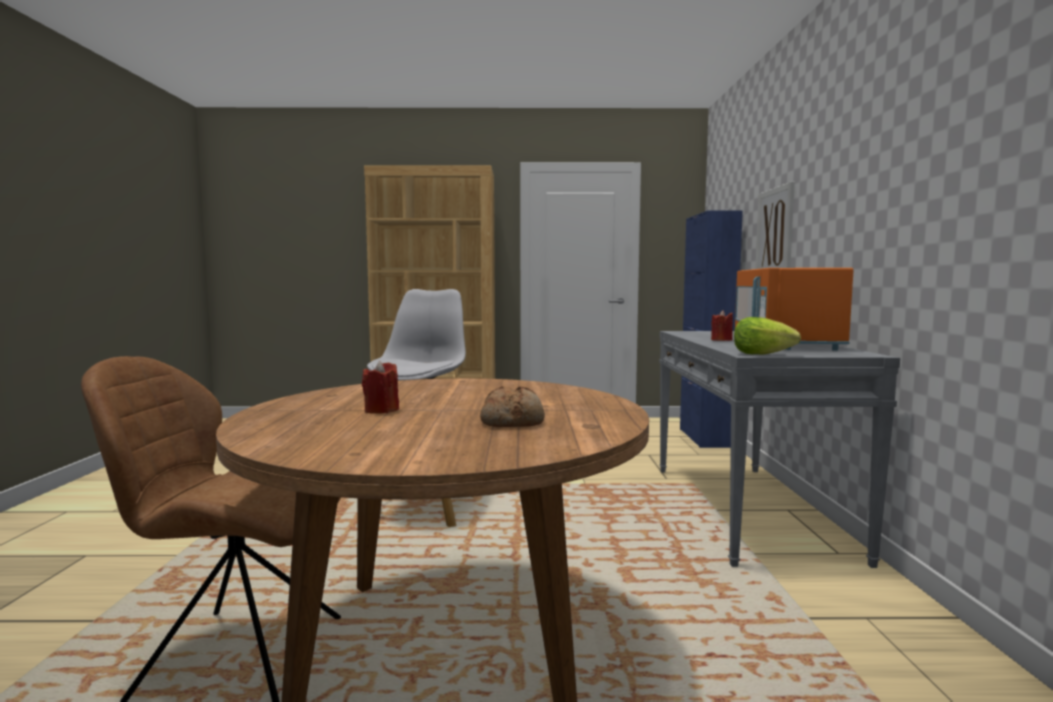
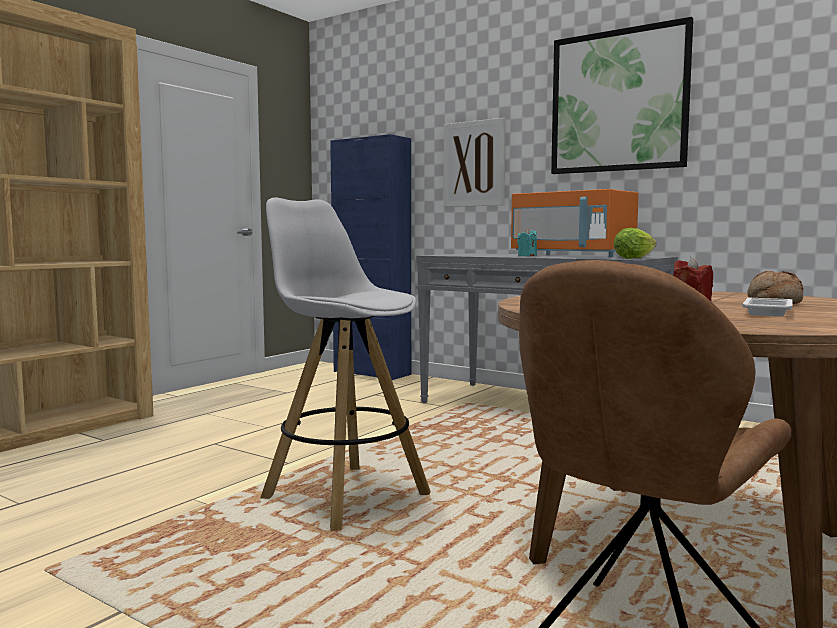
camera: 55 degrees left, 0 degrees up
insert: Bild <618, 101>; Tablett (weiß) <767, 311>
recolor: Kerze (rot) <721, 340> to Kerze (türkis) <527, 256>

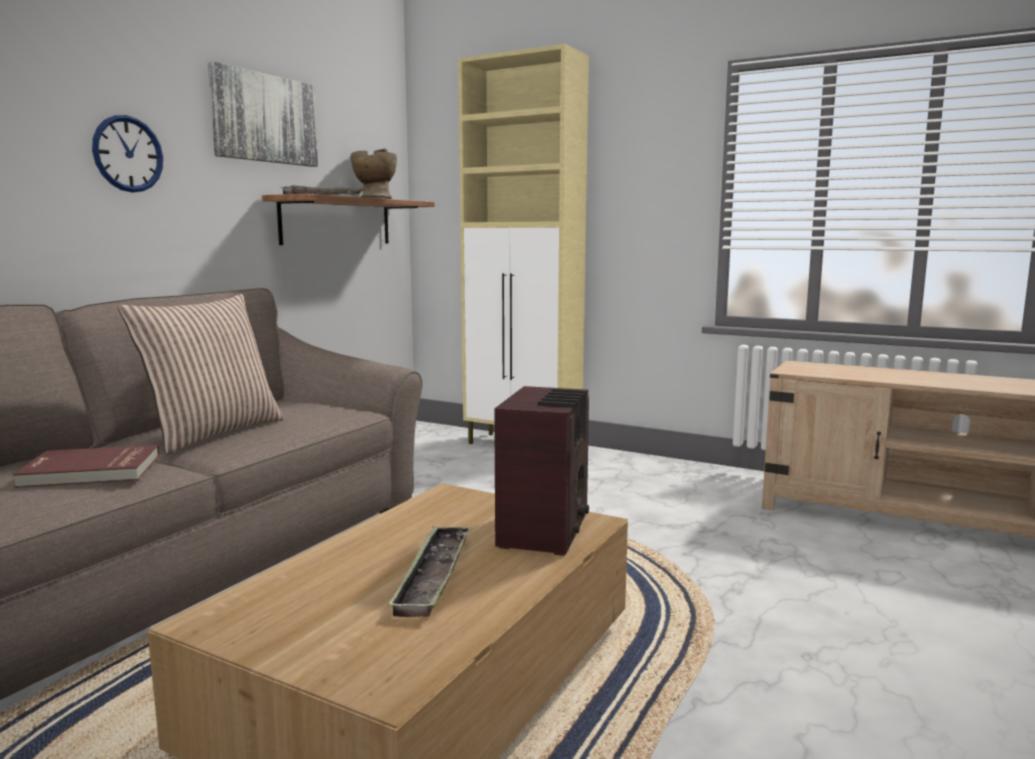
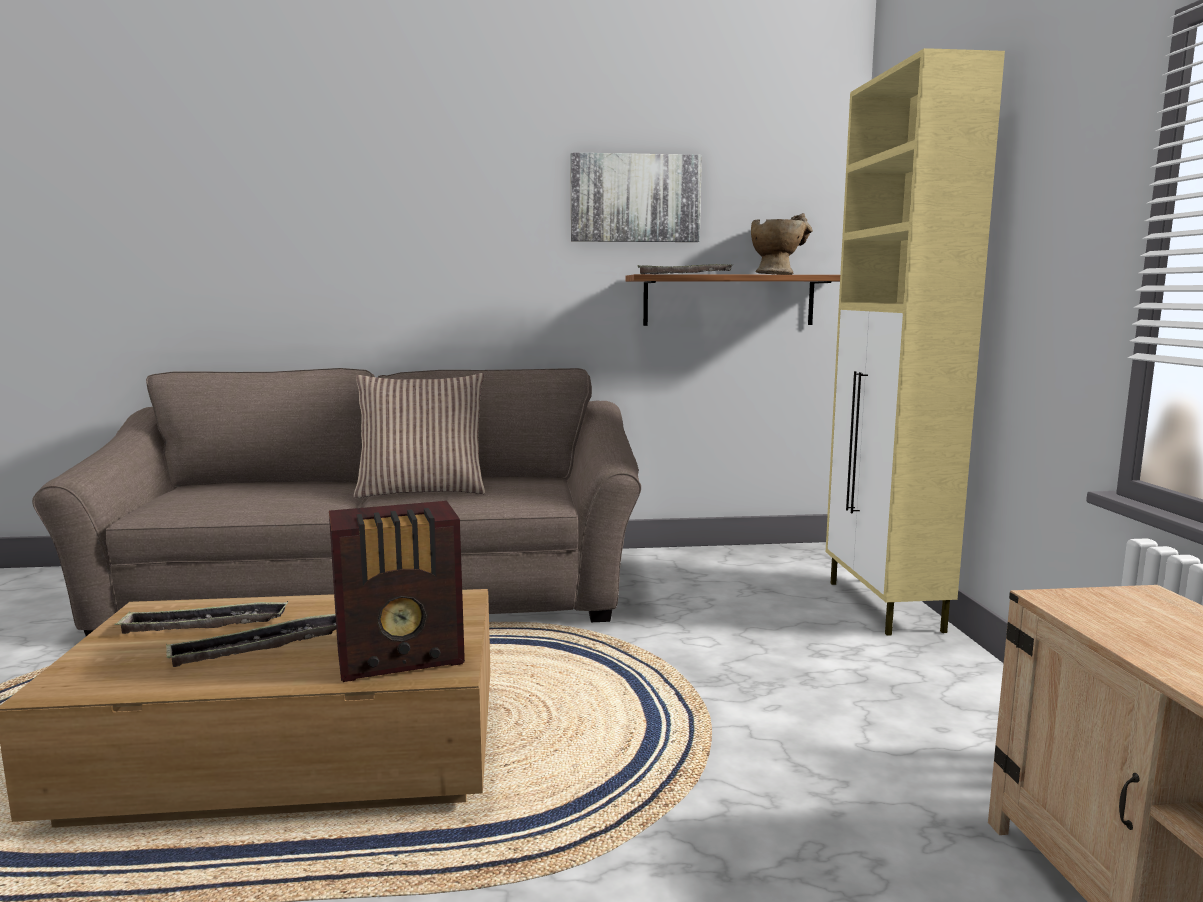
camera: 55 degrees right, 0 degrees up
delete: Wanduhr <128, 154>; Buch (rot) <90, 471>
insert: Tablett <205, 625>

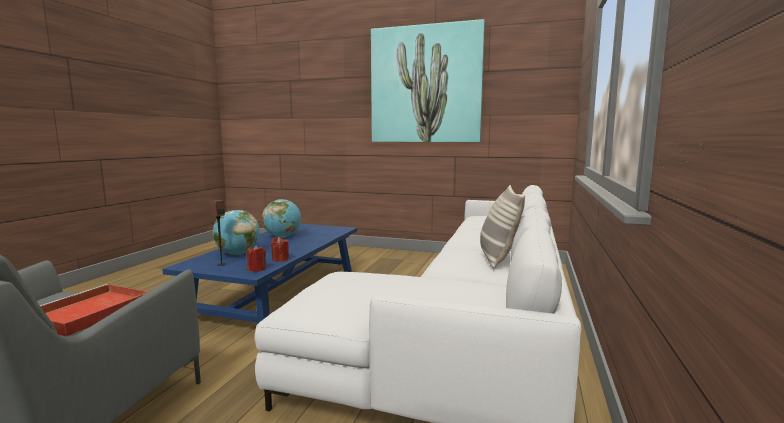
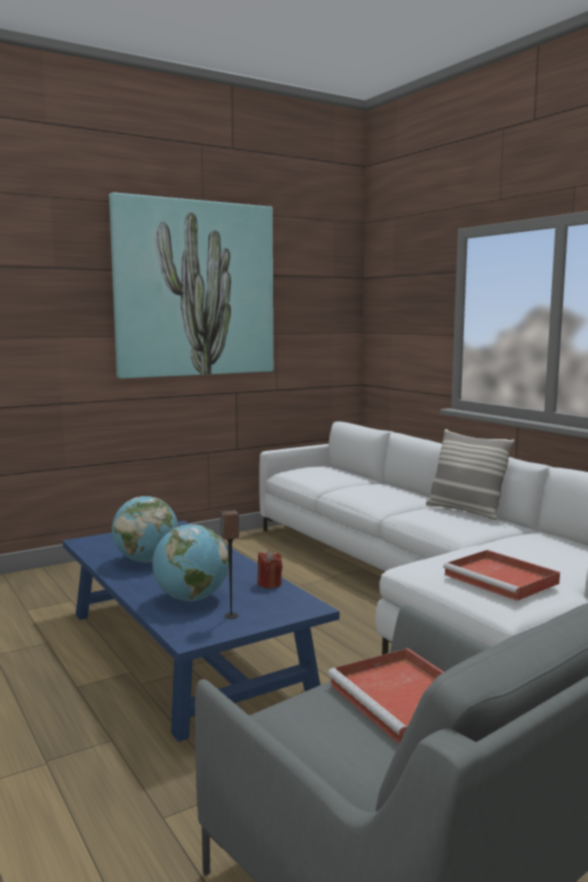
camera: 50 degrees left, 0 degrees up
delete: Kerze (rot) <257, 269>
insert: Tablett (rot) <503, 579>

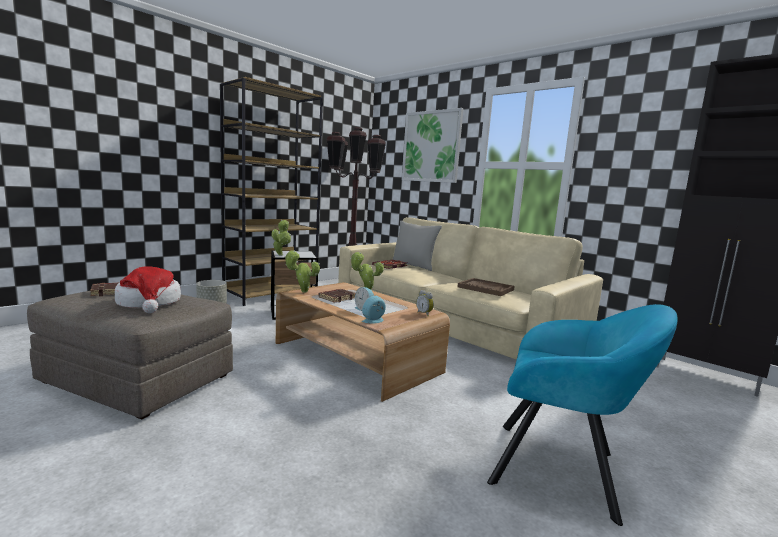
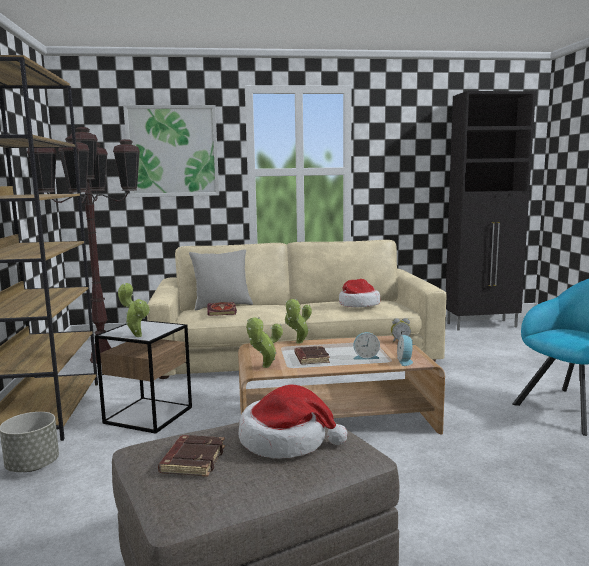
camera: 50 degrees left, 0 degrees up
replace: Tablett (braun) <485, 288> to Hut <358, 304>

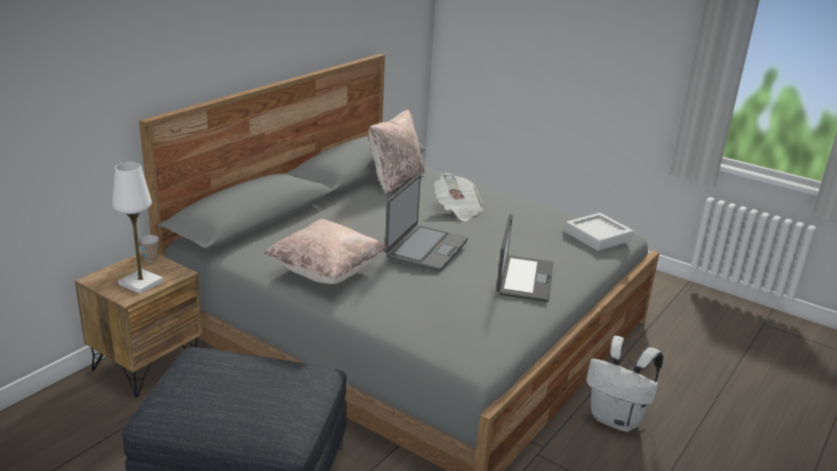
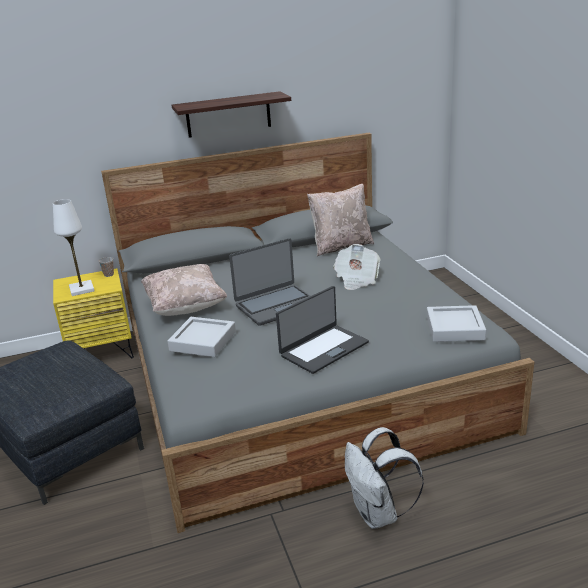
camera: 40 degrees right, 0 degrees up
insert: Wandregal <228, 114>; Tablett (grau) <203, 341>
recolor: Nachttisch (braun) <147, 364> to Nachttisch (gelb) <102, 351>

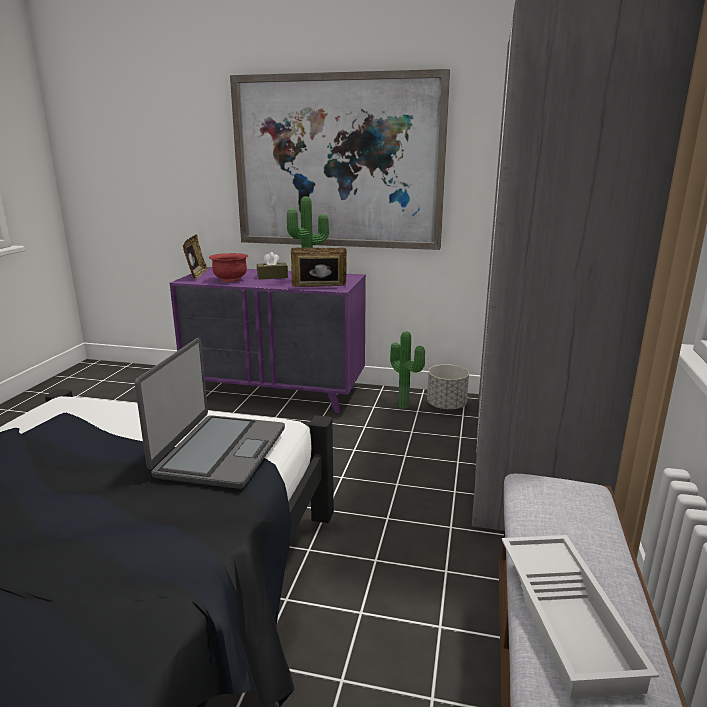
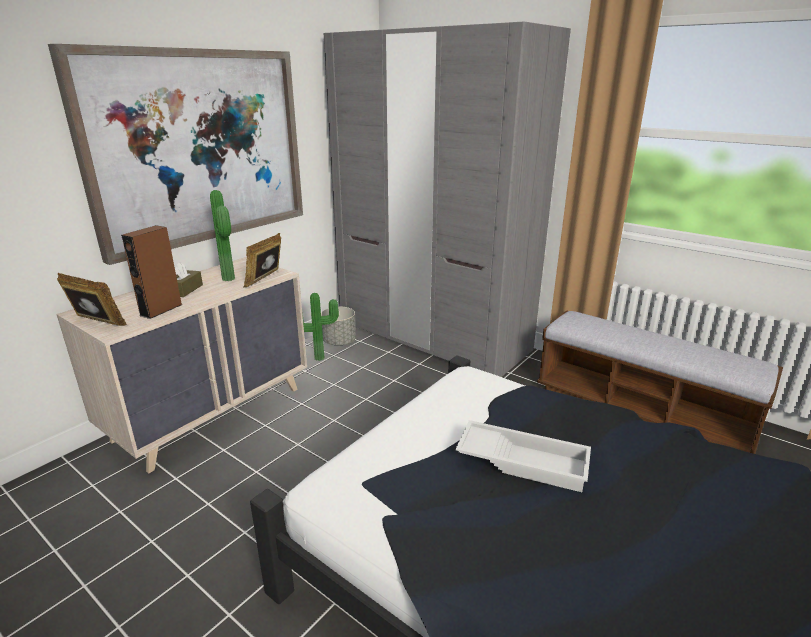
camera: 65 degrees left, 5 degrees up
delete: Laptop <220, 451>
move: Tablett (weiß) <569, 617> to <523, 460>
replace: Schüssel (rot) <230, 280> to Lautsprecher (braun) <161, 310>
recolor: Kommode (lila) <277, 392> to Kommode (beige) <211, 412>

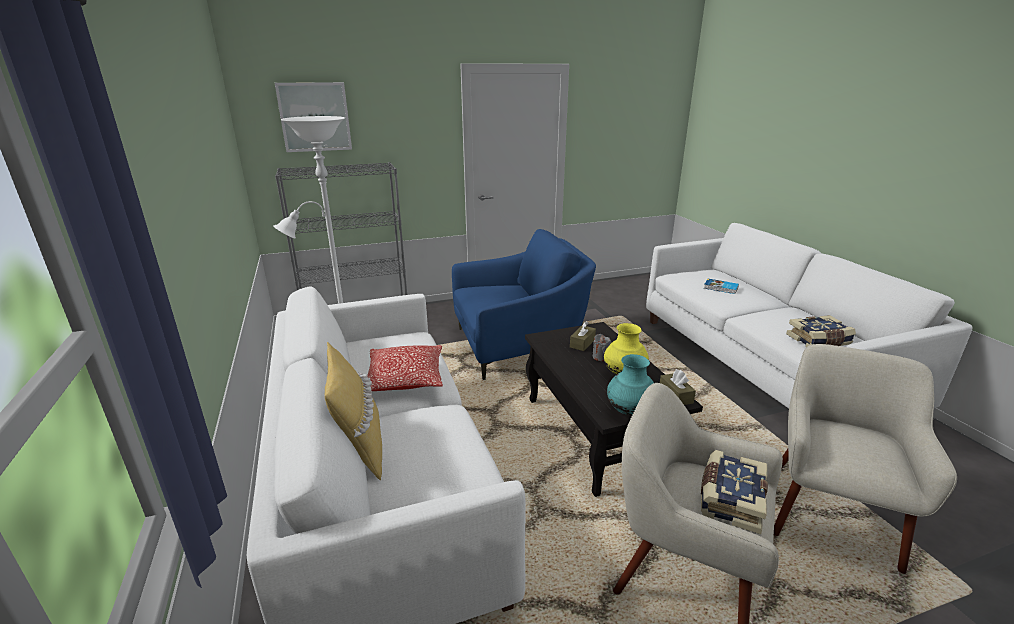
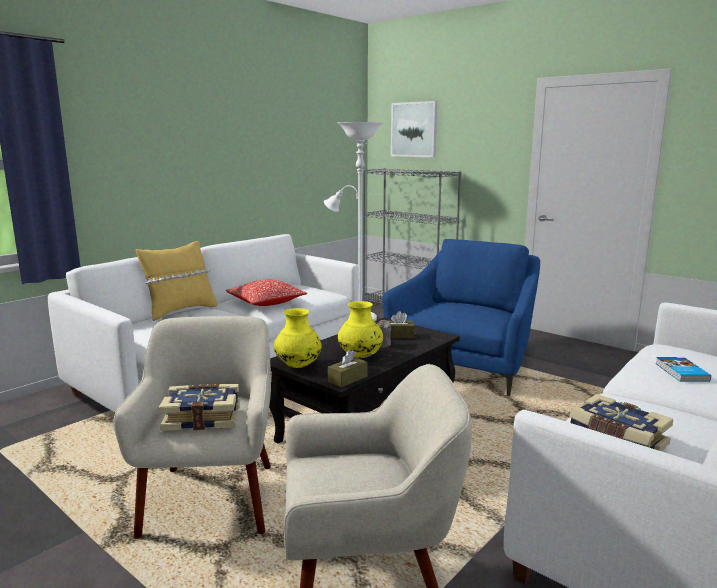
camera: 60 degrees right, 10 degrees down
recolor: Vase (türkis) <629, 411> to Vase (gelb) <298, 366>
rotate: Sessel (blau) <518, 345> = <465, 364> 105 degrees counterclockwise

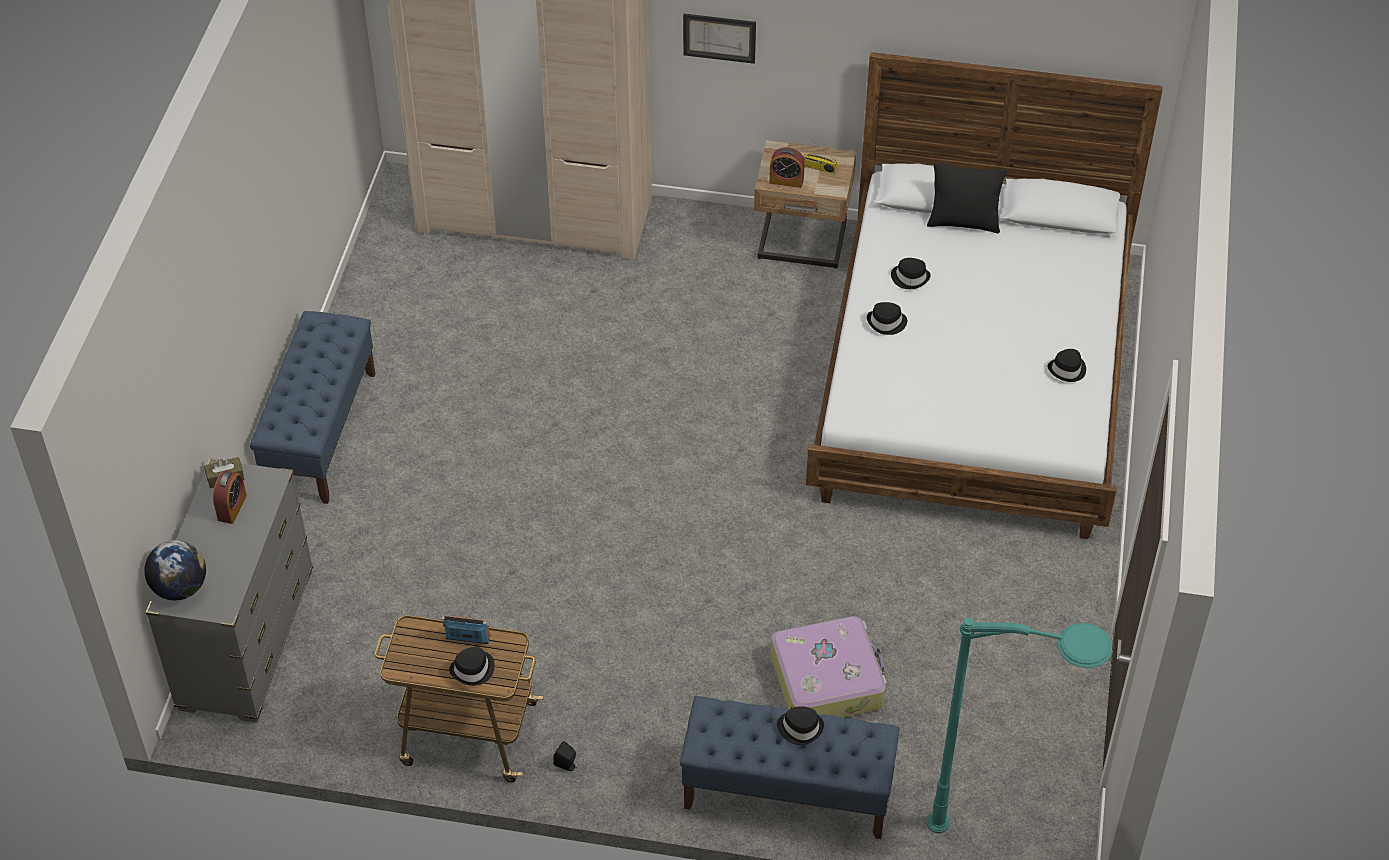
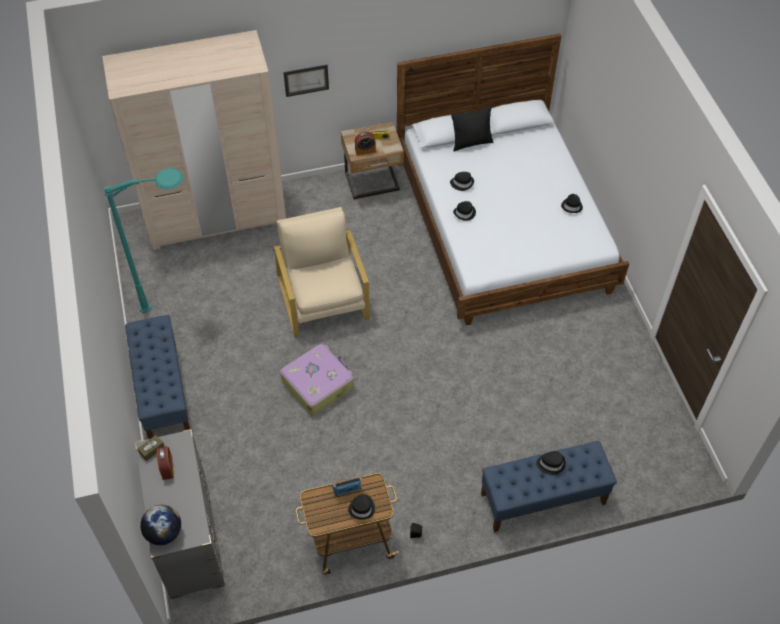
camera: 25 degrees left, 5 degrees up
insert: Sessel (beige) <323, 298>
move: Koffer <827, 680> to <318, 383>; Stehlampe (türkis) <1010, 842> to <184, 304>

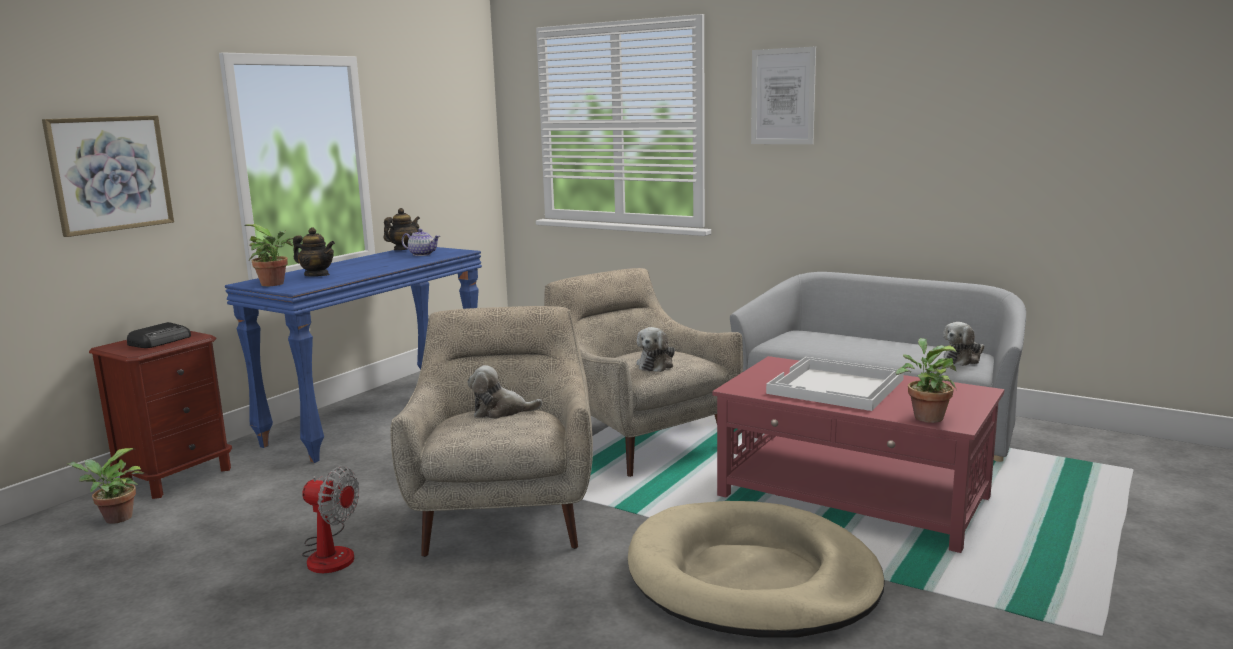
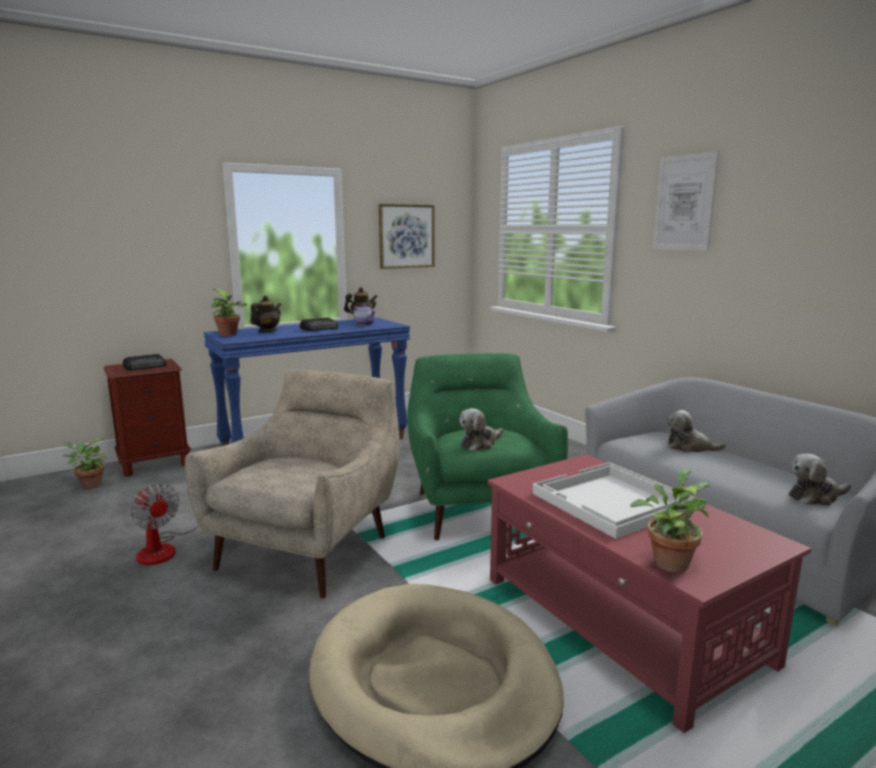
camera: 25 degrees right, 0 degrees up
insert: Radio <320, 328>
move: Bild <110, 174> to <406, 236>; Plüschtier <501, 411> to <689, 447>
recolor: Sessel (beige) <640, 440> to Sessel (grün) <479, 507>
rotate: Teekanne <317, 275> = <267, 331> 105 degrees counterclockwise

